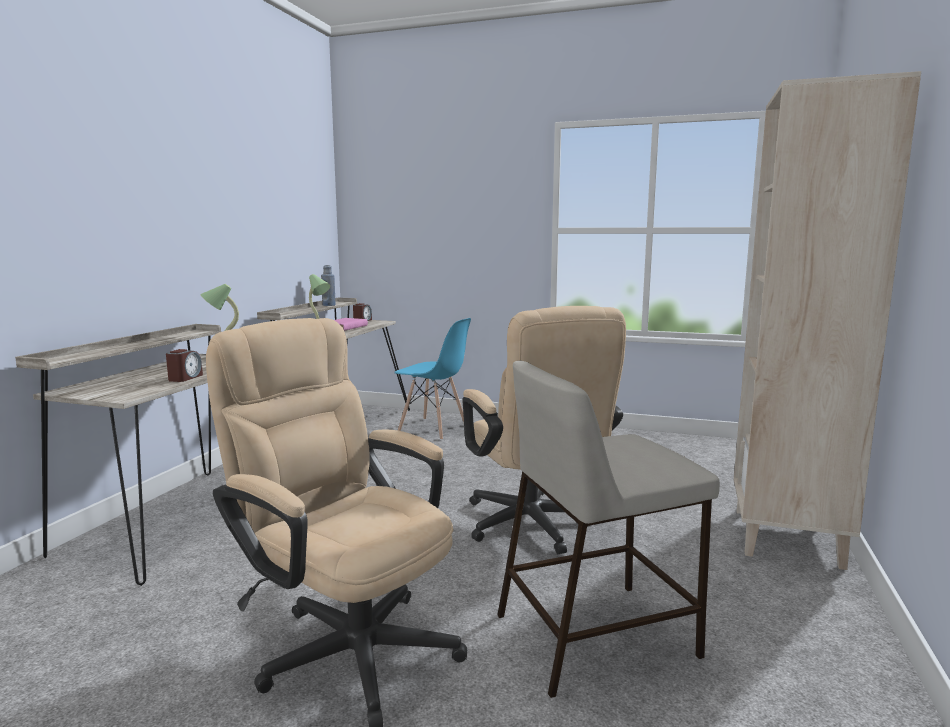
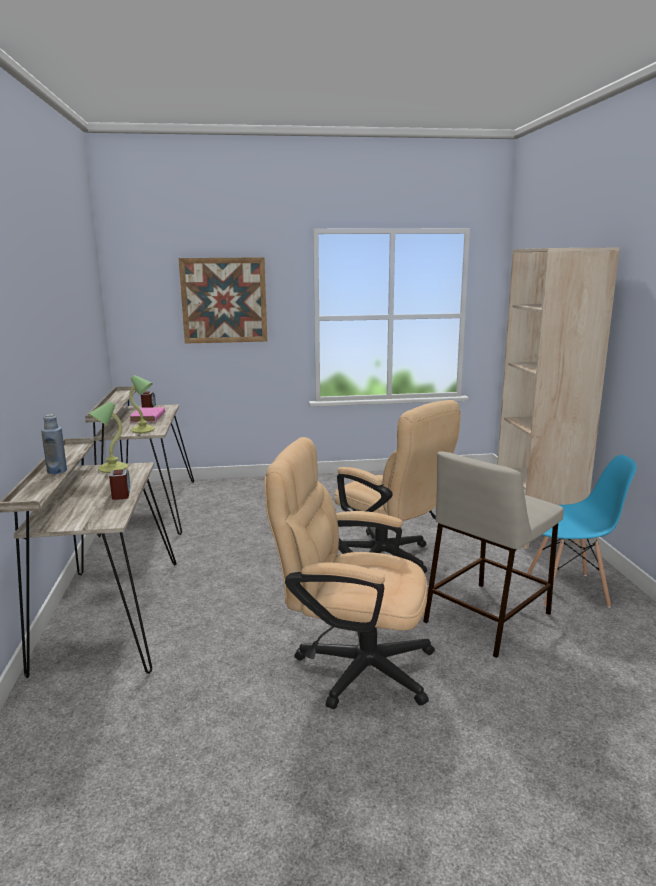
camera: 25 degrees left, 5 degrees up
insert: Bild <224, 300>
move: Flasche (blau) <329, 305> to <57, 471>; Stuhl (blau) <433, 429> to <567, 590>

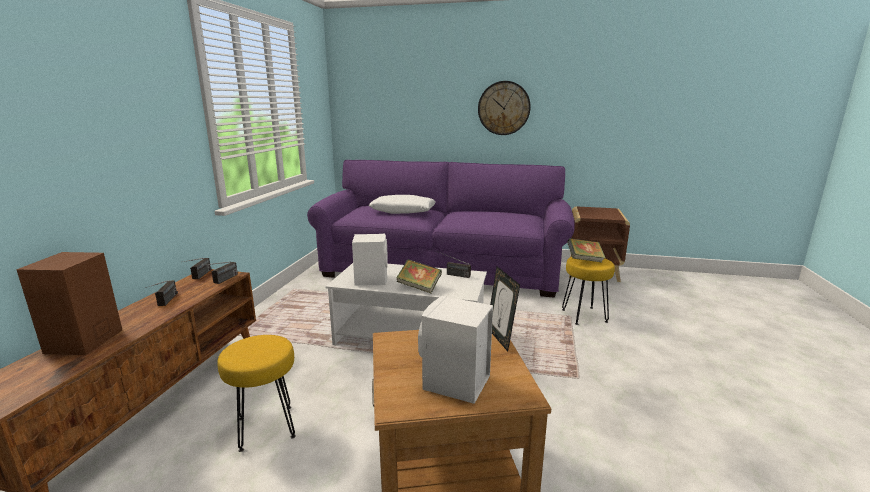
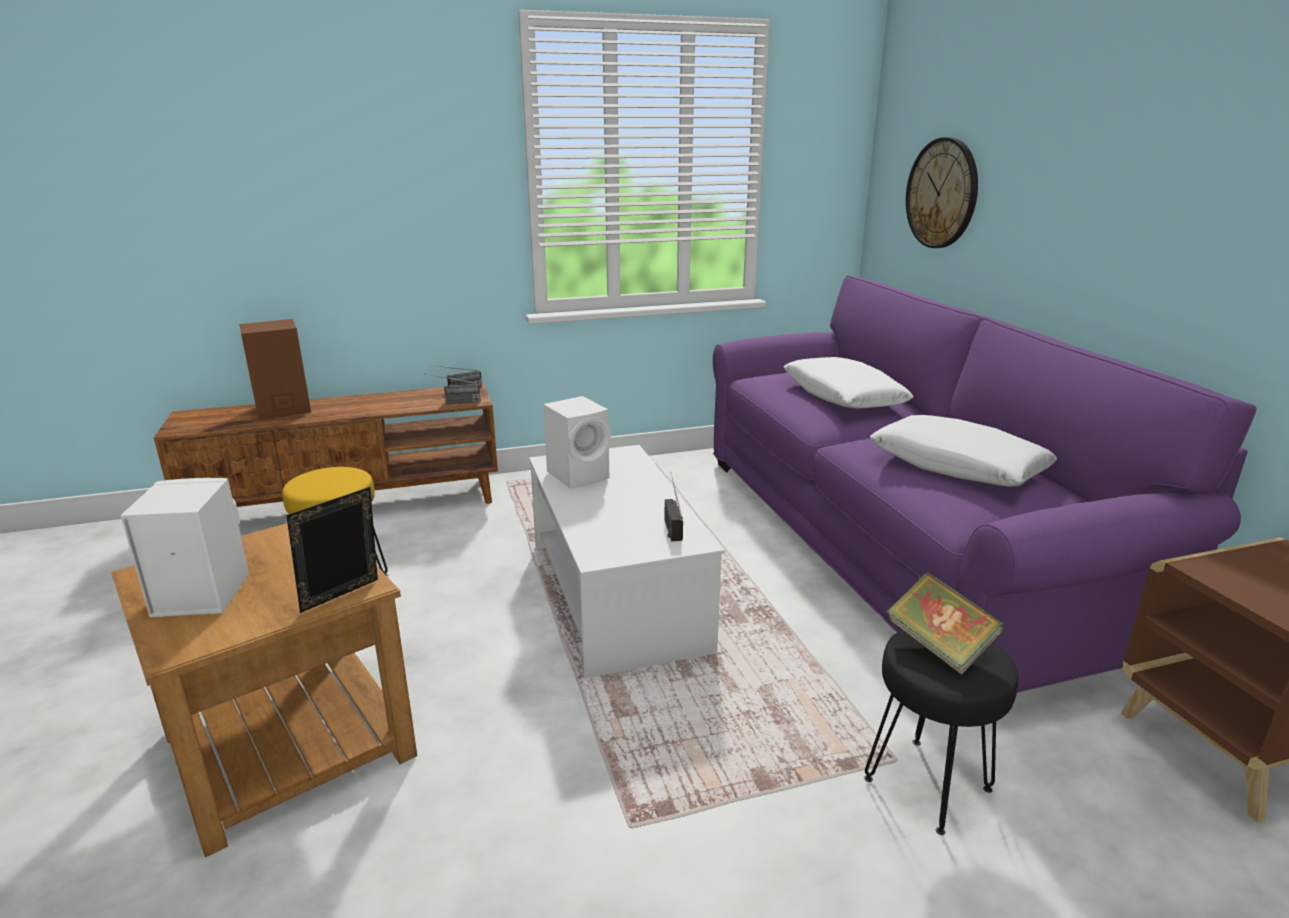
camera: 60 degrees right, 5 degrees up
delete: Buch <419, 287>; Radio <165, 303>
insert: Kissen (weiß) <957, 466>
move: Wanduhr <504, 108> to <942, 193>
recolor: Hocker (gelb) <584, 315> to Hocker (schwarz) <929, 784>

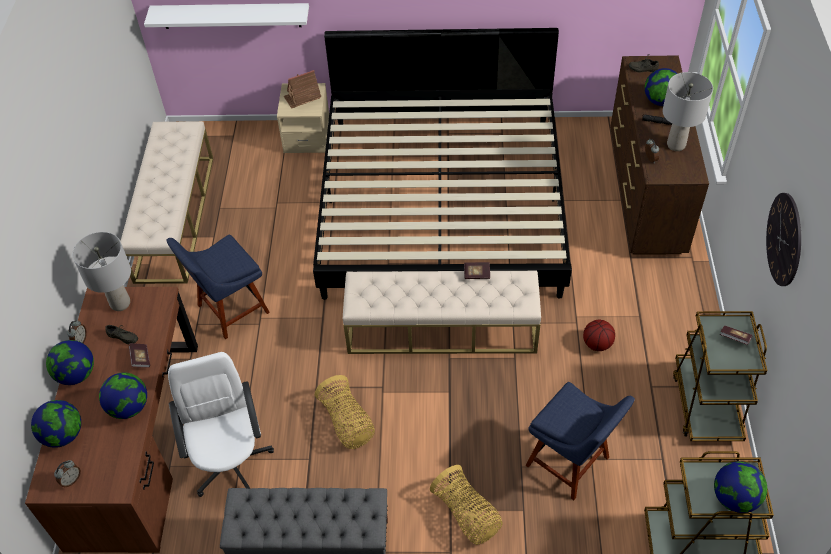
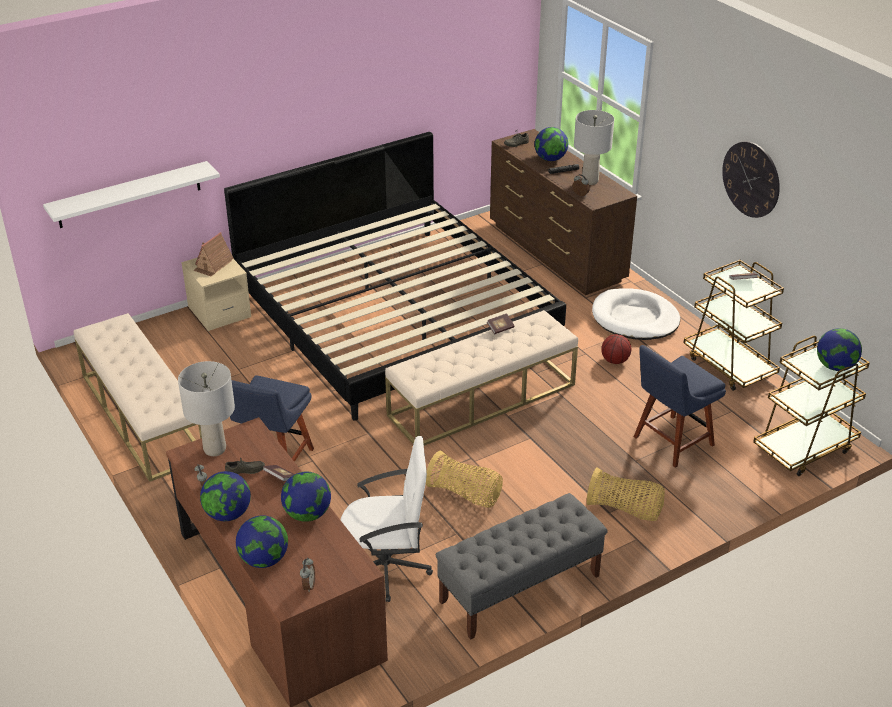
camera: 35 degrees left, 15 degrees down
insert: Hundebett (weiß) <635, 318>
rotate: Bürostuhl (weiß) <230, 462> = <387, 567> 135 degrees clockwise; Stuhl (blau) <571, 464> = <670, 442> 135 degrees clockwise

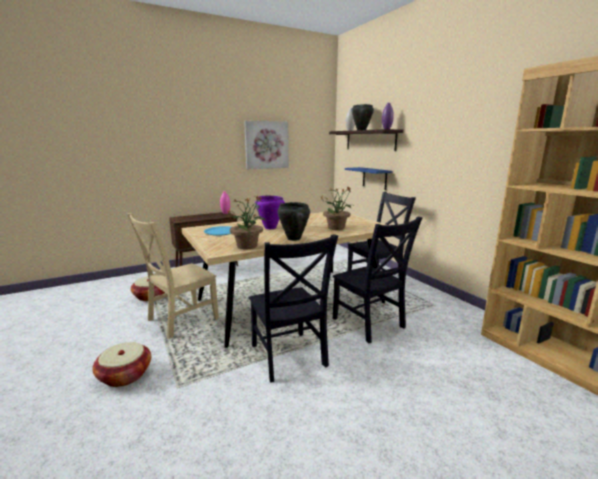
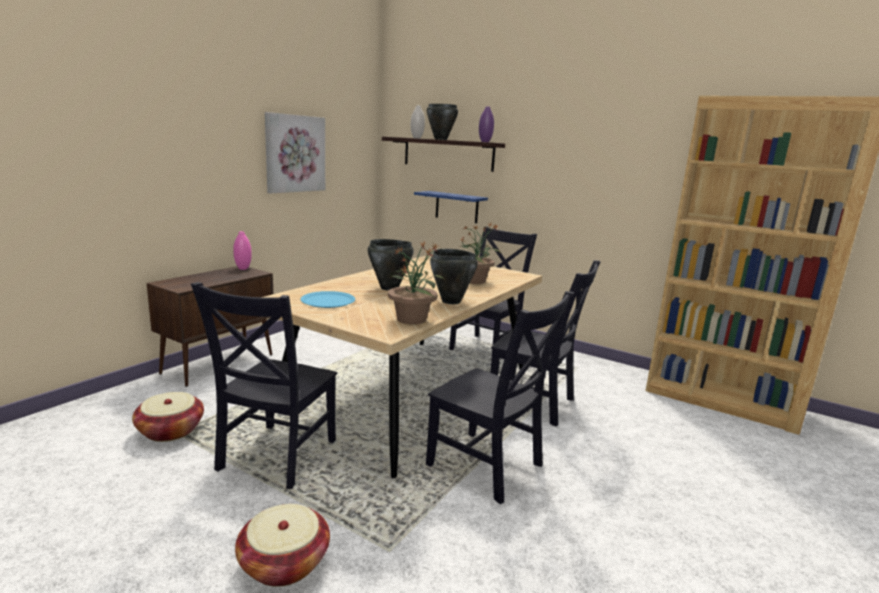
camera: 30 degrees left, 0 degrees up
recolor: Kochtopf (lila) <270, 228> to Kochtopf (schwarz) <389, 288>; Stuhl (beige) <180, 320> to Stuhl (schwarz) <275, 457>

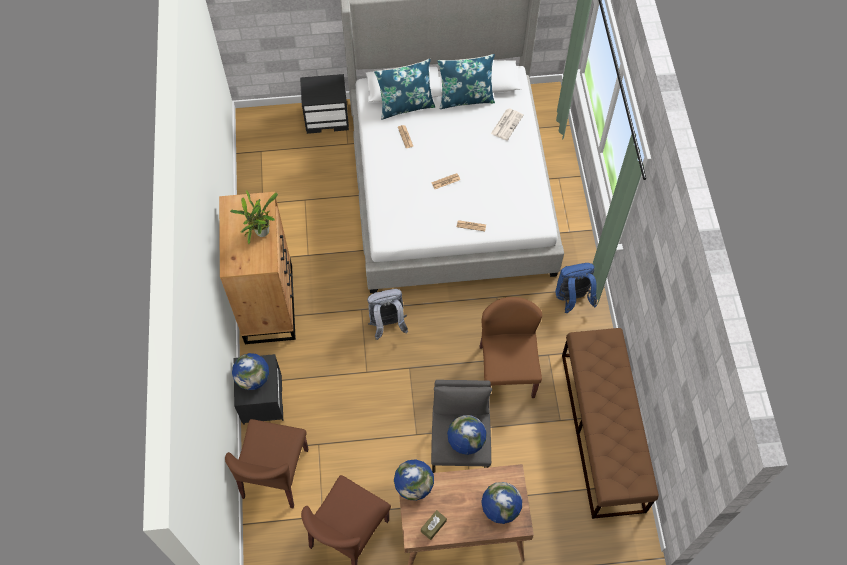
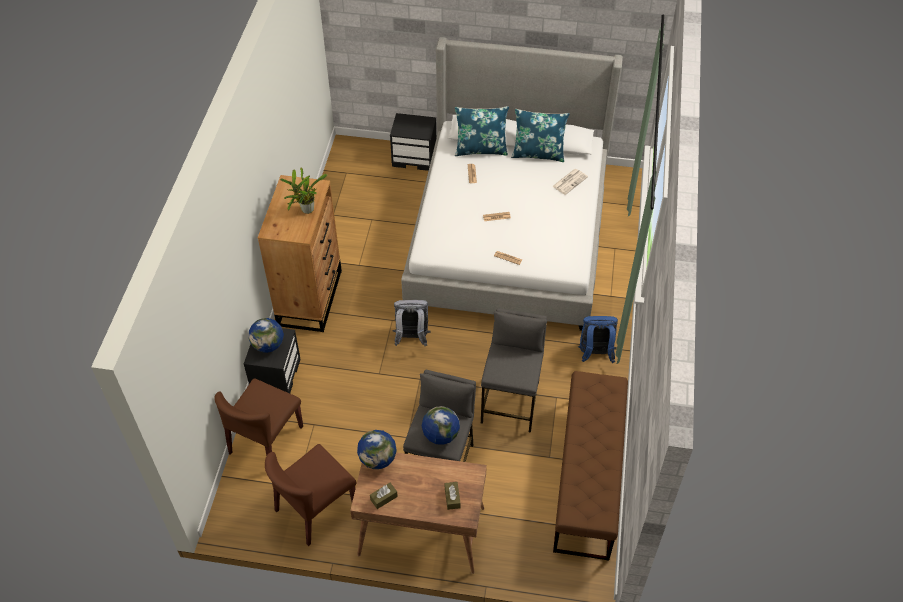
camera: 15 degrees right, 10 degrees down
replace: Stuhl (braun) <506, 371> to Hocker (grau) <511, 402>; Globus <500, 508> to Taschentuchbox (braun) <452, 498>

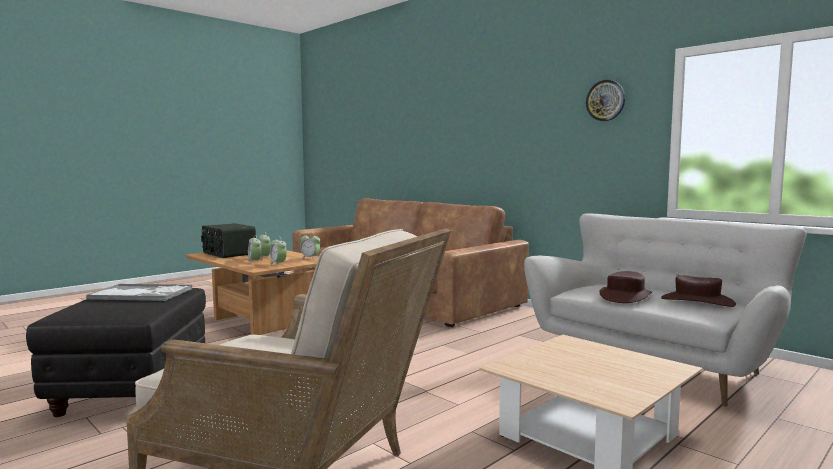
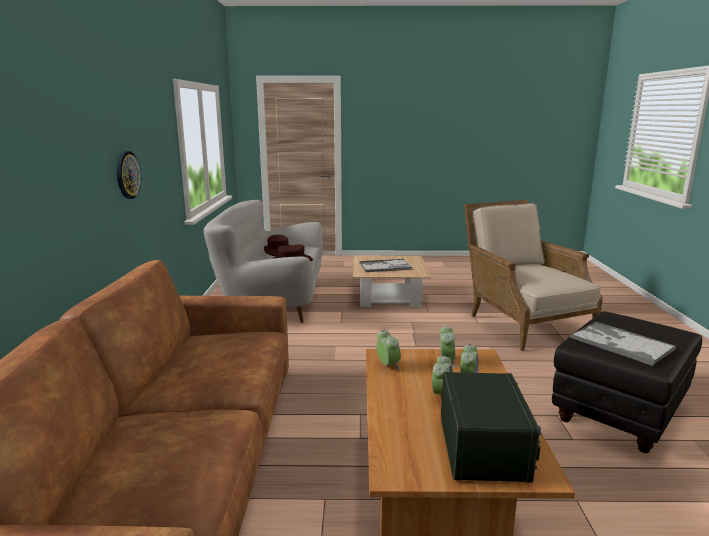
camera: 135 degrees left, 10 degrees up
insert: Tablett <385, 266>
move: Wanduhr <605, 100> to <127, 175>

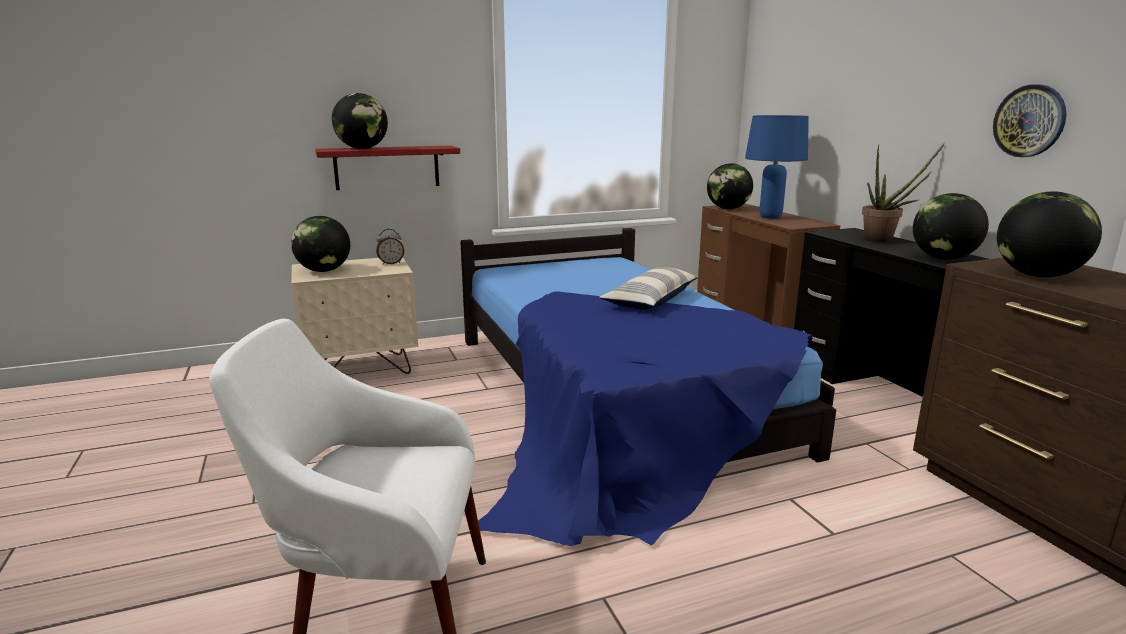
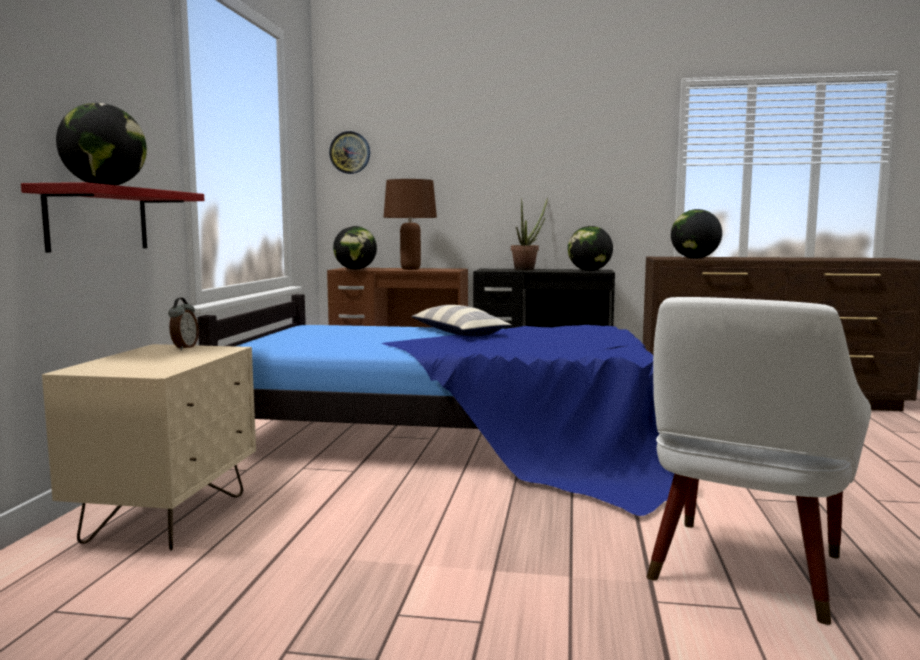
camera: 60 degrees left, 10 degrees down
delete: Globus <324, 271>
move: Wanduhr <1029, 121> to <350, 152>
recolor: Tischlampe (blau) <769, 217> to Tischlampe (braun) <410, 269>

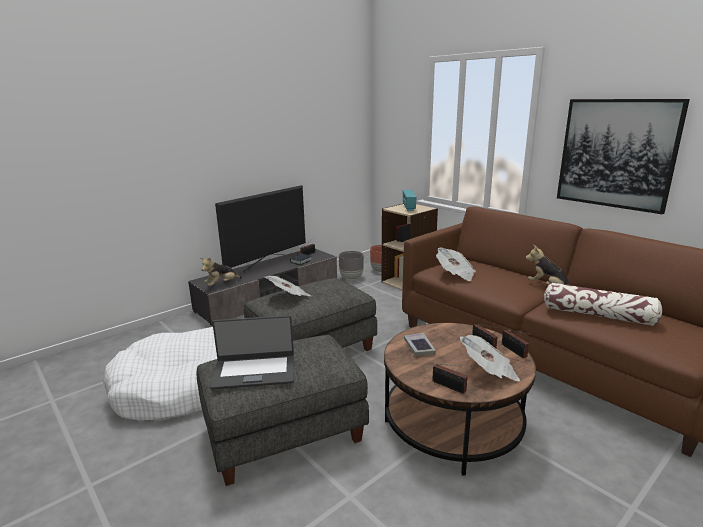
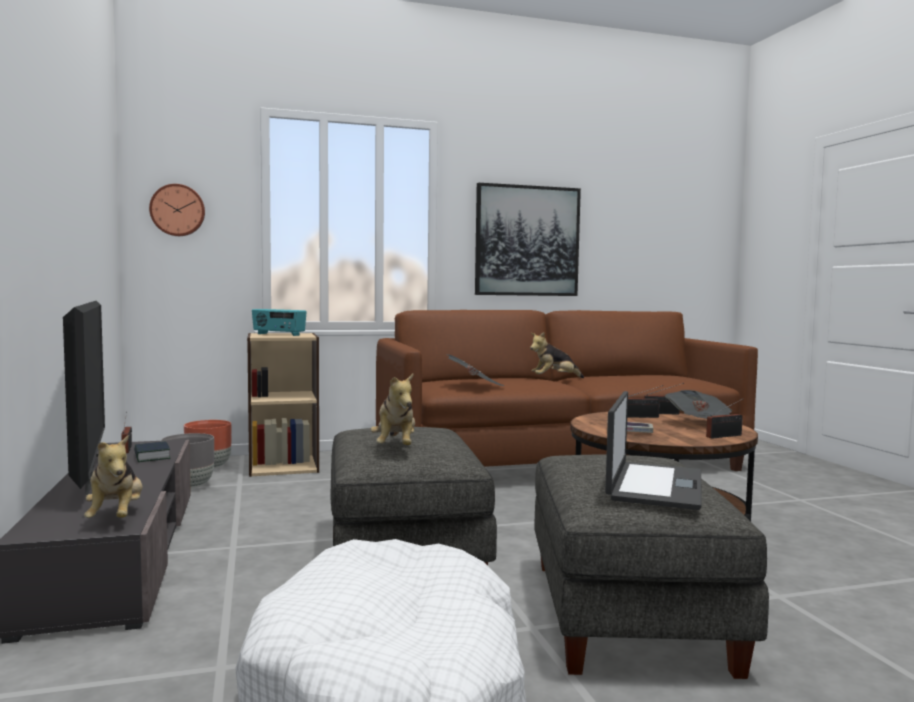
camera: 65 degrees left, 15 degrees down
delete: Kissen <598, 315>
insert: Wanduhr <177, 210>
replace: Zeitung <289, 297> to Plüschtier <395, 447>

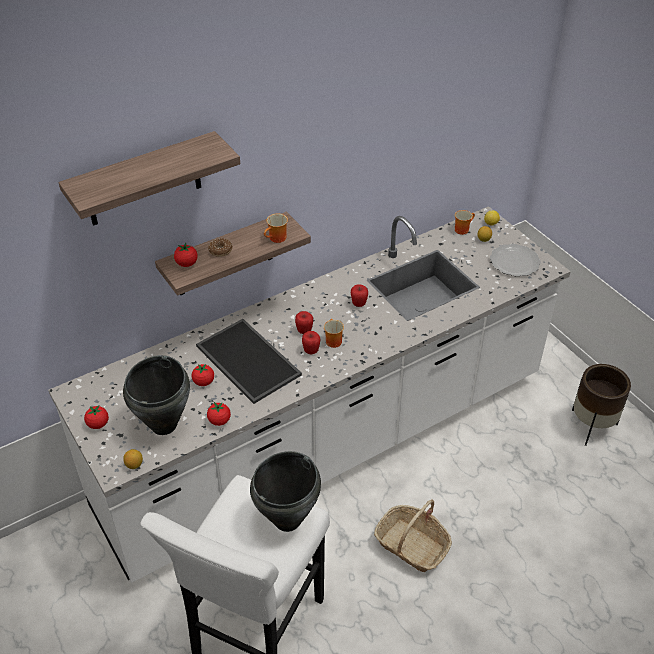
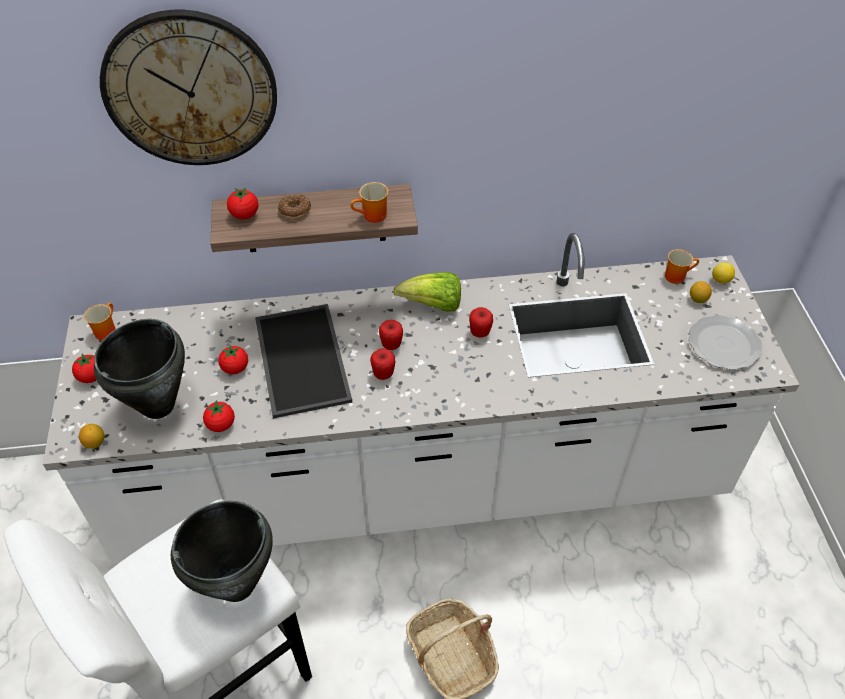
camera: 25 degrees right, 5 degrees up
delete: Pflanzkübel (braun) <592, 426>
insert: Salatkopf <433, 305>
move: Henkelbecher <332, 340> to <105, 330>
replace: Wandregal <143, 180> to Wanduhr <190, 90>

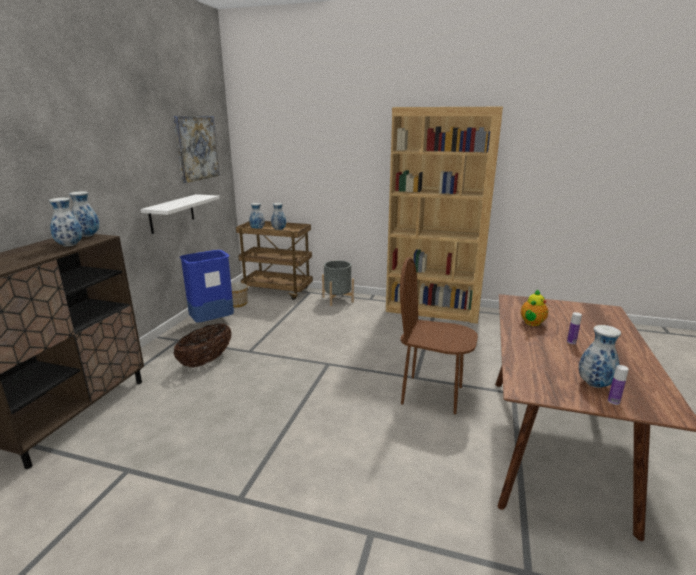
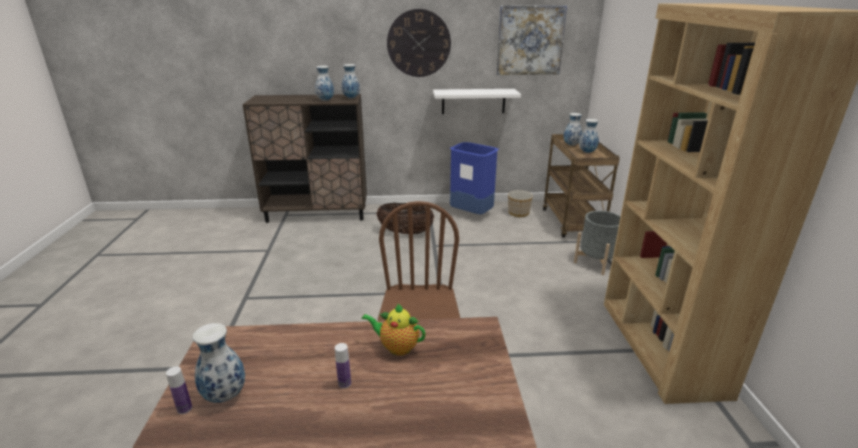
camera: 70 degrees right, 5 degrees up
insert: Wanduhr <418, 43>

